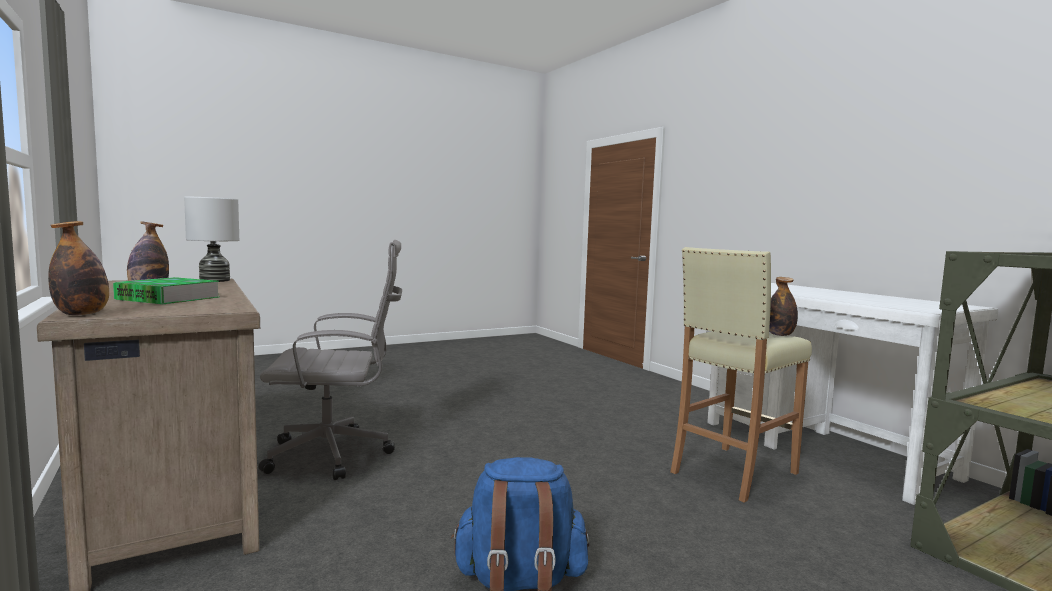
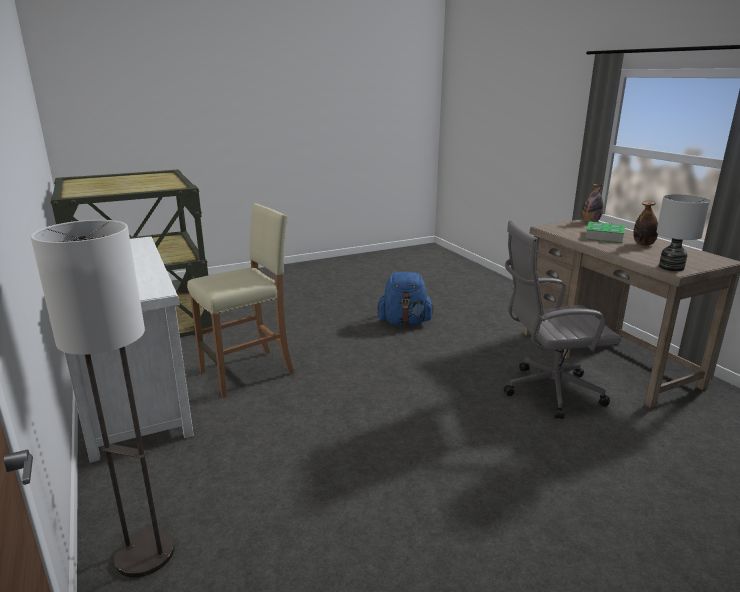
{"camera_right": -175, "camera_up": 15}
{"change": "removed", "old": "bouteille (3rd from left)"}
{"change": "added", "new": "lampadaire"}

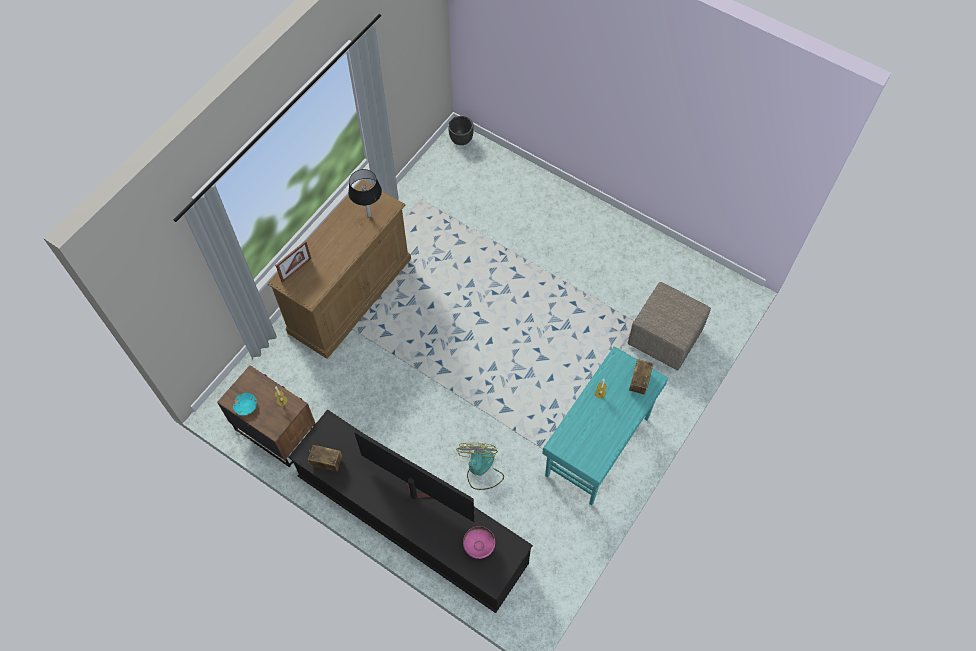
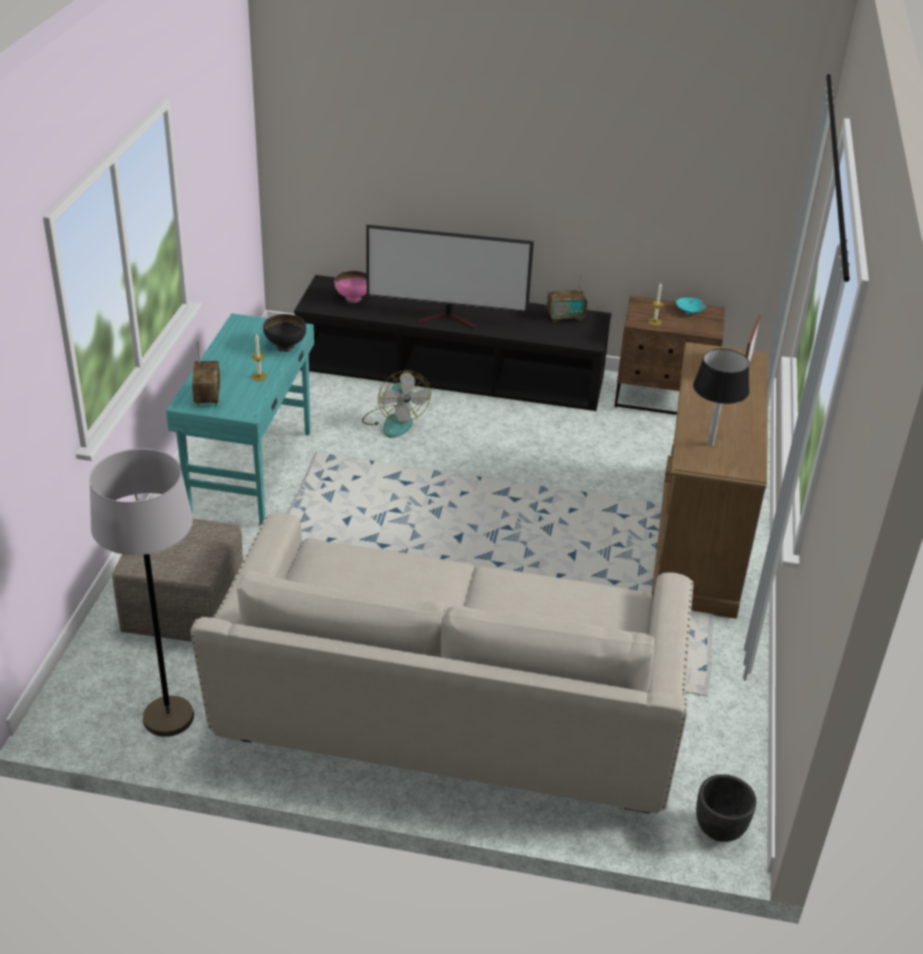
{"camera_right": 155, "camera_up": -25}
{"change": "added", "new": "lampadaire/gris"}
{"change": "added", "new": "canapé/beige"}
{"change": "added", "new": "bol/noir"}

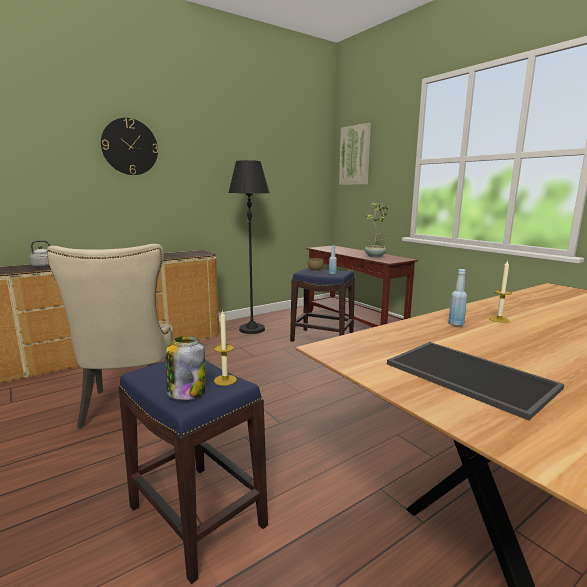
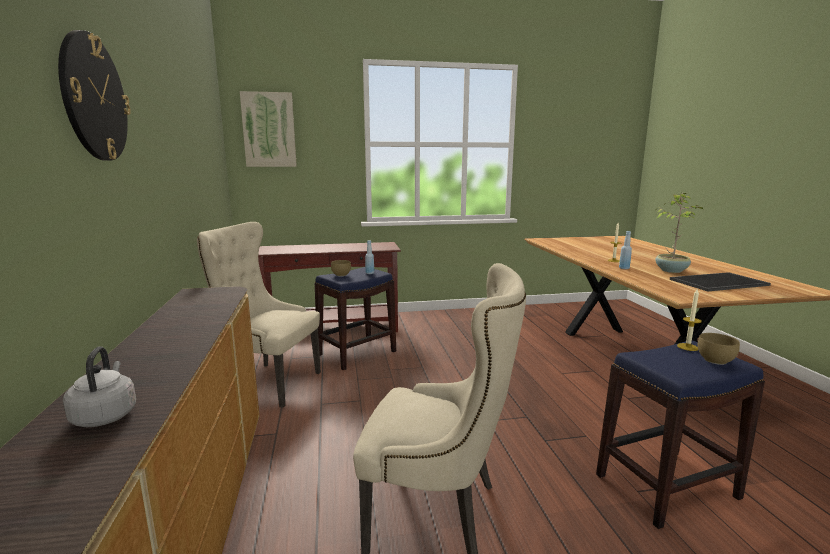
{"camera_right": -65, "camera_up": 0}
{"change": "moved", "old": "plante en pot"}
{"change": "replaced", "old": "bocal", "new": "bol/marron (2nd from left)"}
{"change": "replaced", "old": "lampadaire/noir", "new": "chaise/beige (1st from left)"}

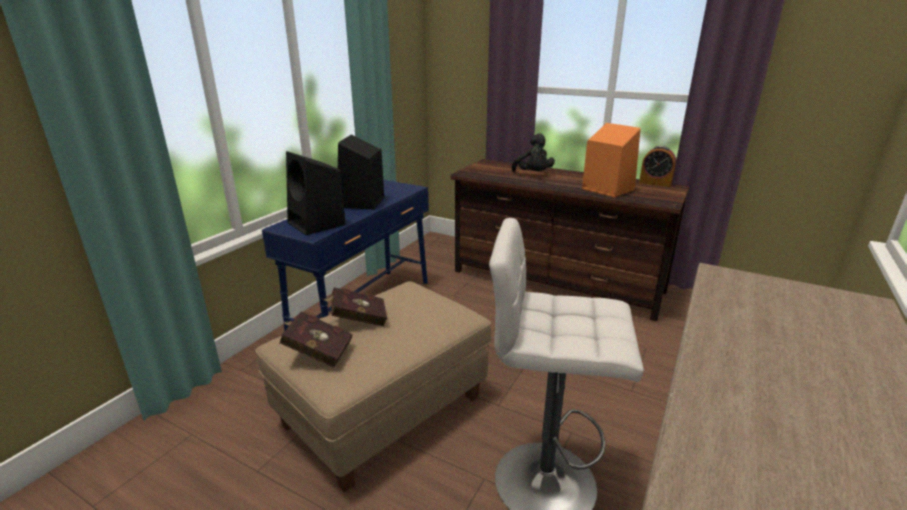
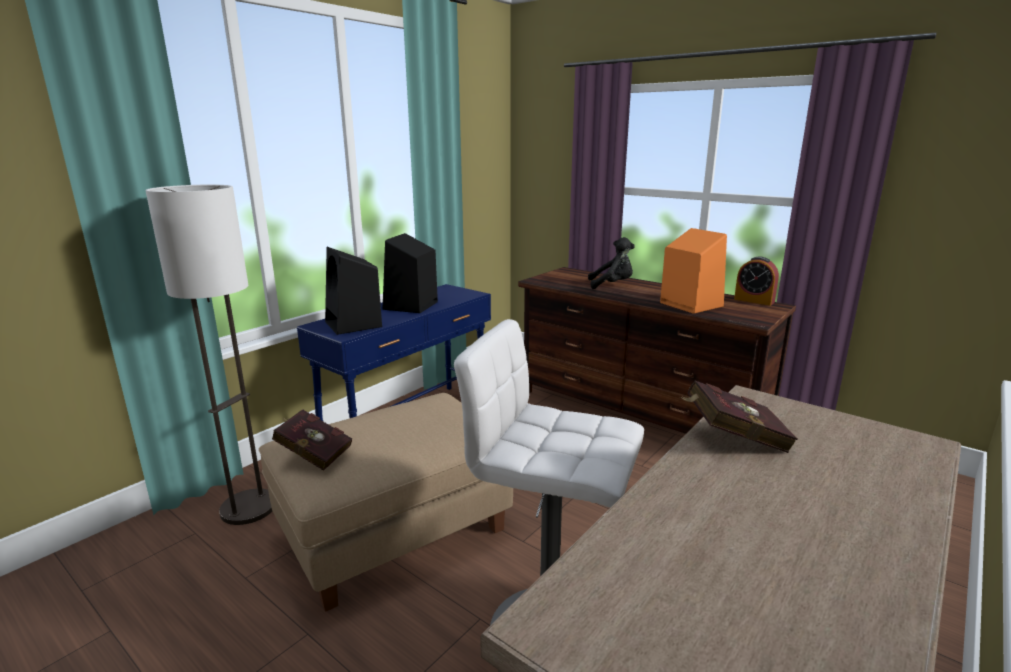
{"camera_right": 10, "camera_up": -5}
{"change": "added", "new": "lampadaire"}
{"change": "moved", "old": "livre/rouge (2nd from left)"}
{"change": "turned", "old": "peluche/noir", "degrees": -75}

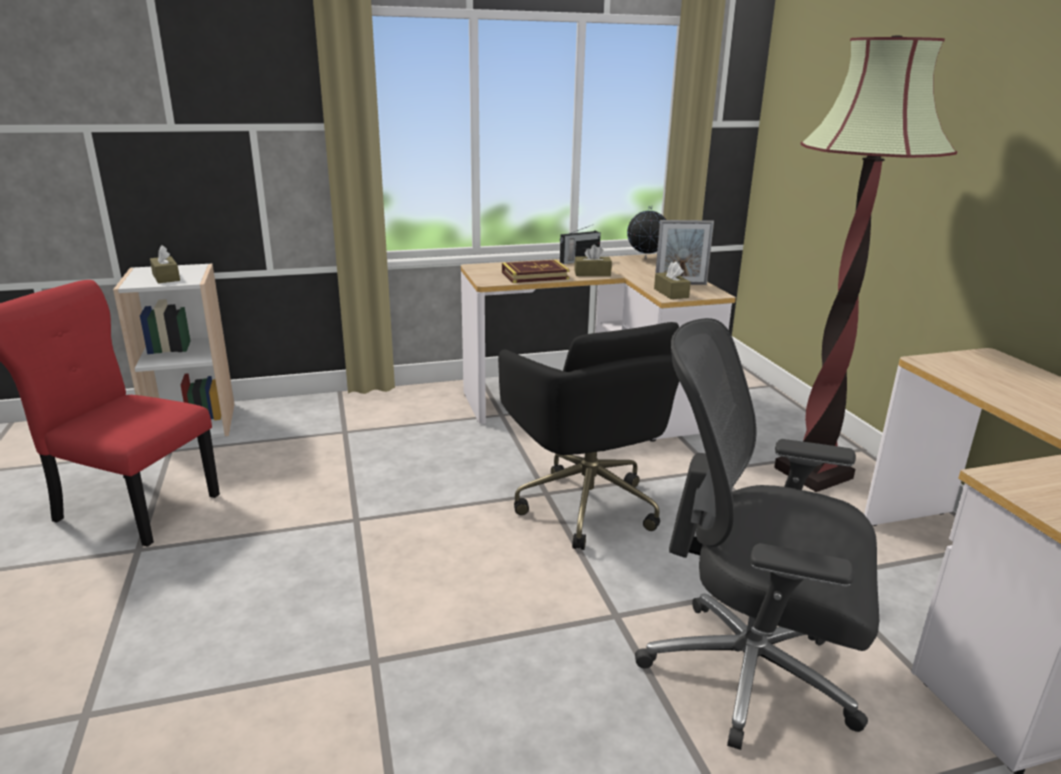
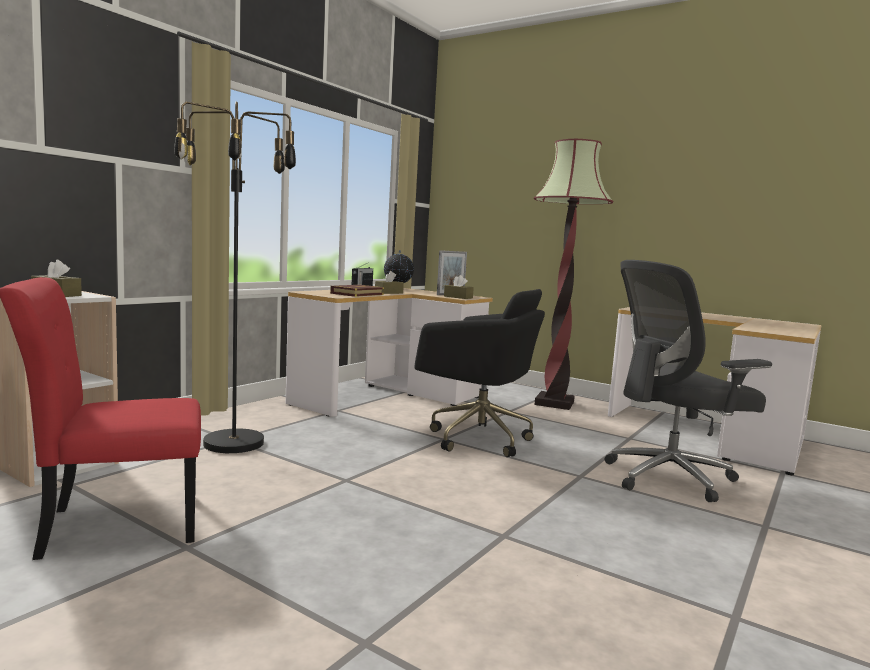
{"camera_right": -40, "camera_up": -15}
{"change": "added", "new": "lampadaire (1st from left)"}

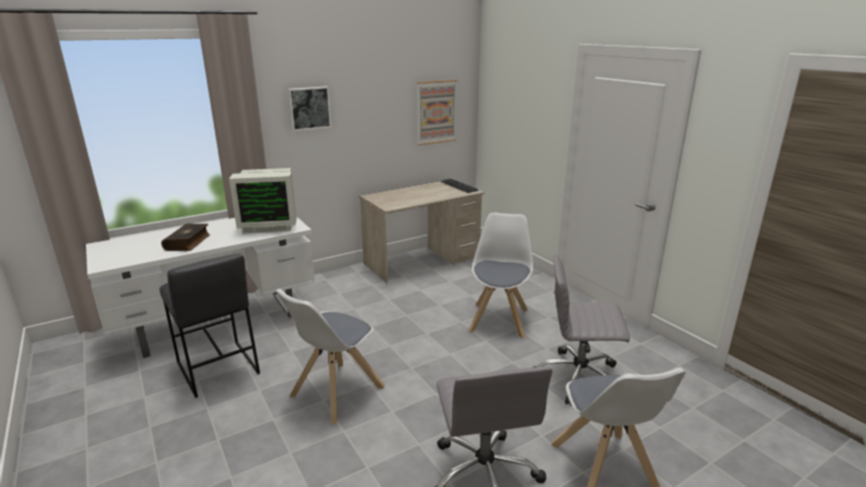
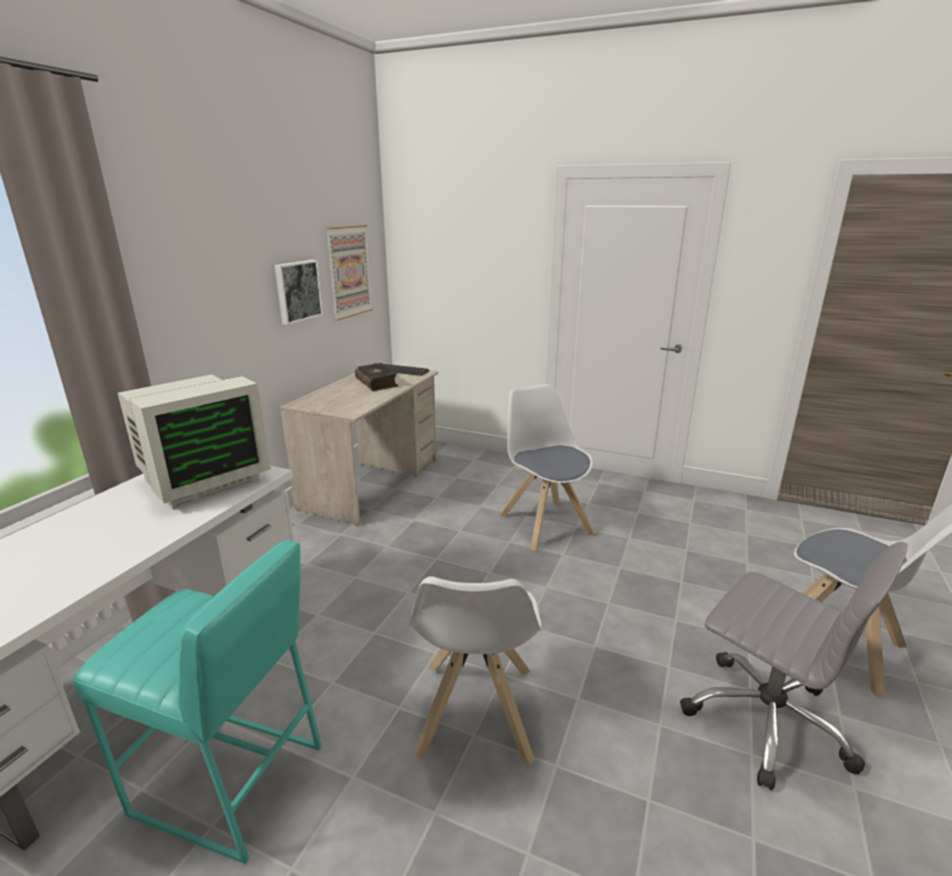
{"camera_right": -35, "camera_up": 0}
{"change": "removed", "old": "chaise de bureau/gris (2nd from left)"}
{"change": "moved", "old": "livre"}
{"change": "moved", "old": "tableau (1st from left)"}
{"change": "recoloured", "old": "tabouret/gris", "new": "tabouret/turquoise"}

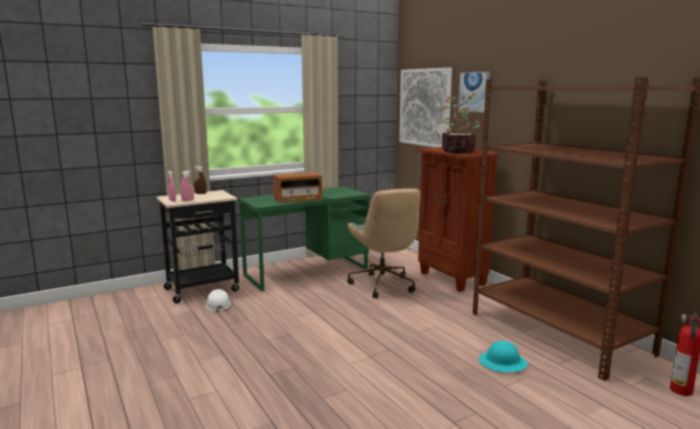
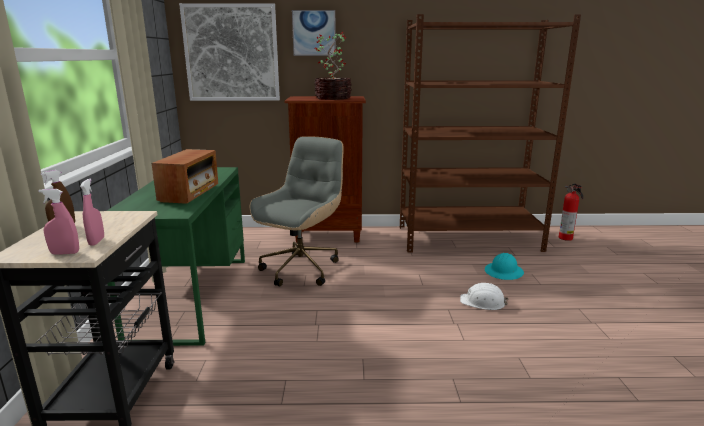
{"camera_right": -60, "camera_up": 5}
{"change": "moved", "old": "casque de chantier/blanc"}
{"change": "turned", "old": "chaise de bureau/gris", "degrees": -75}

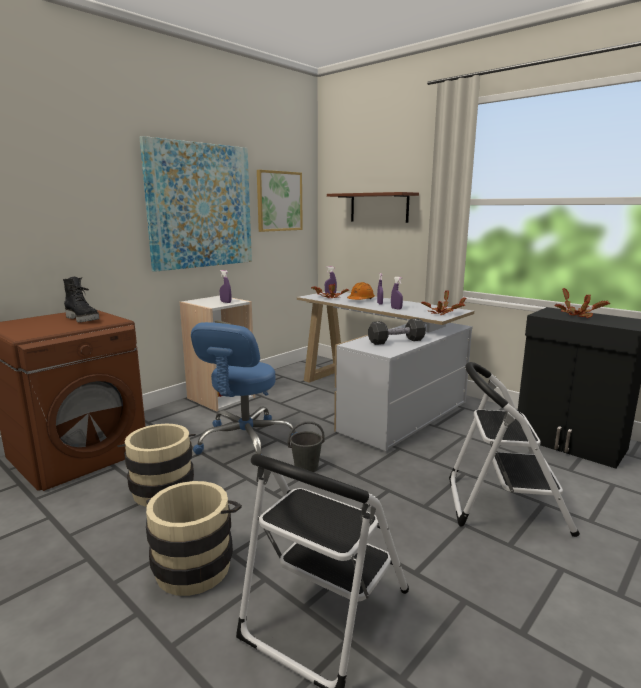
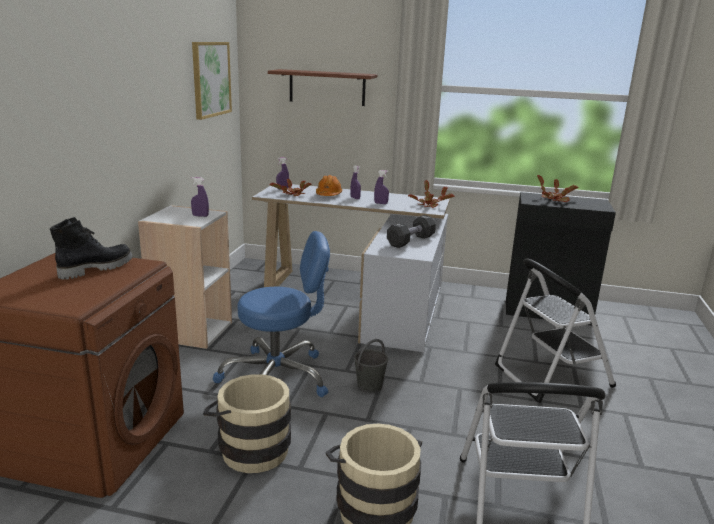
{"camera_right": -30, "camera_up": 5}
{"change": "removed", "old": "tableau (1st from left)"}
{"change": "turned", "old": "botte/noir", "degrees": -60}
{"change": "turned", "old": "chaise de bureau/bleu", "degrees": -90}

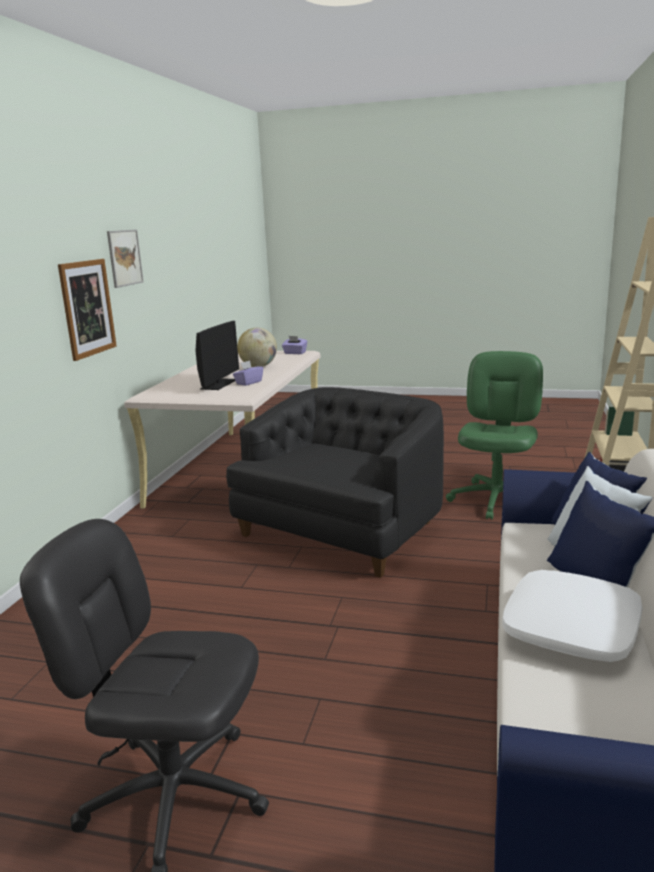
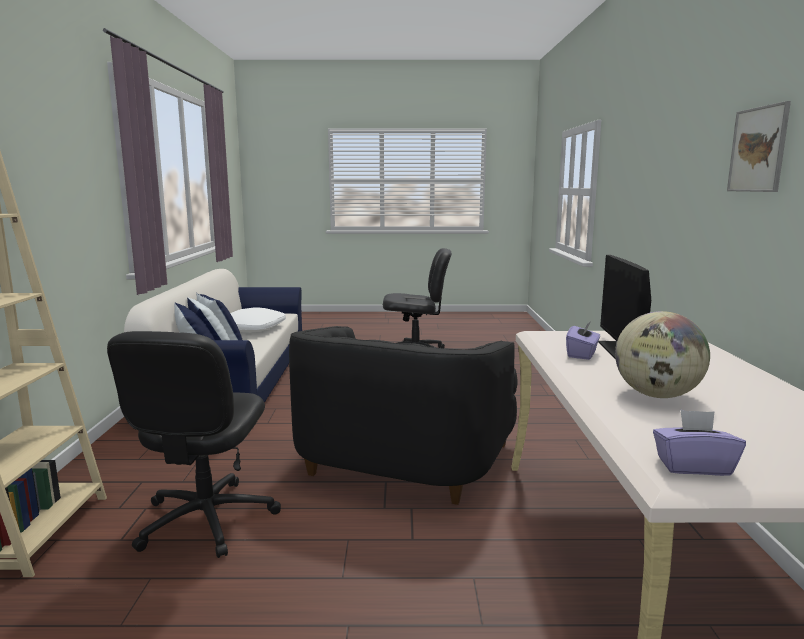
{"camera_right": 165, "camera_up": -5}
{"change": "removed", "old": "tableau (1st from left)"}
{"change": "recoloured", "old": "chaise de bureau/vert", "new": "chaise de bureau/noir (1st from left)"}

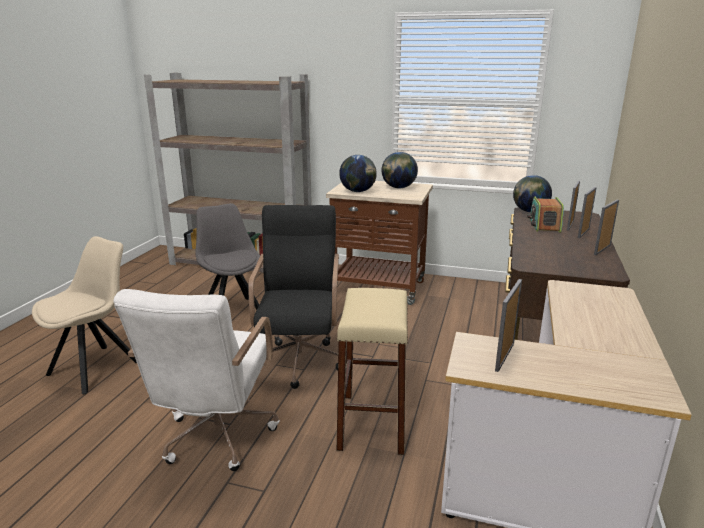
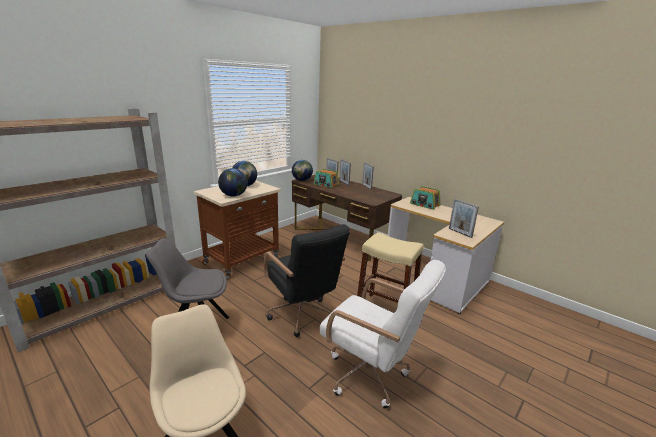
{"camera_right": -65, "camera_up": 0}
{"change": "added", "new": "radio (2nd from left)"}
{"change": "turned", "old": "chaise de bureau/noir", "degrees": -150}

